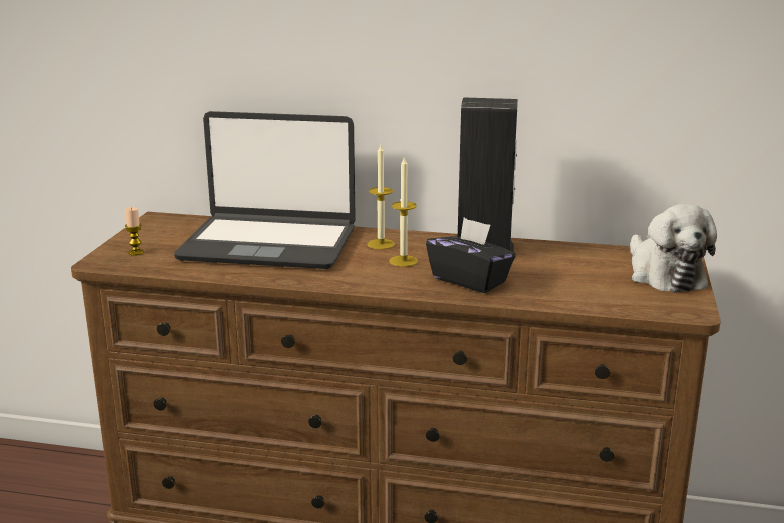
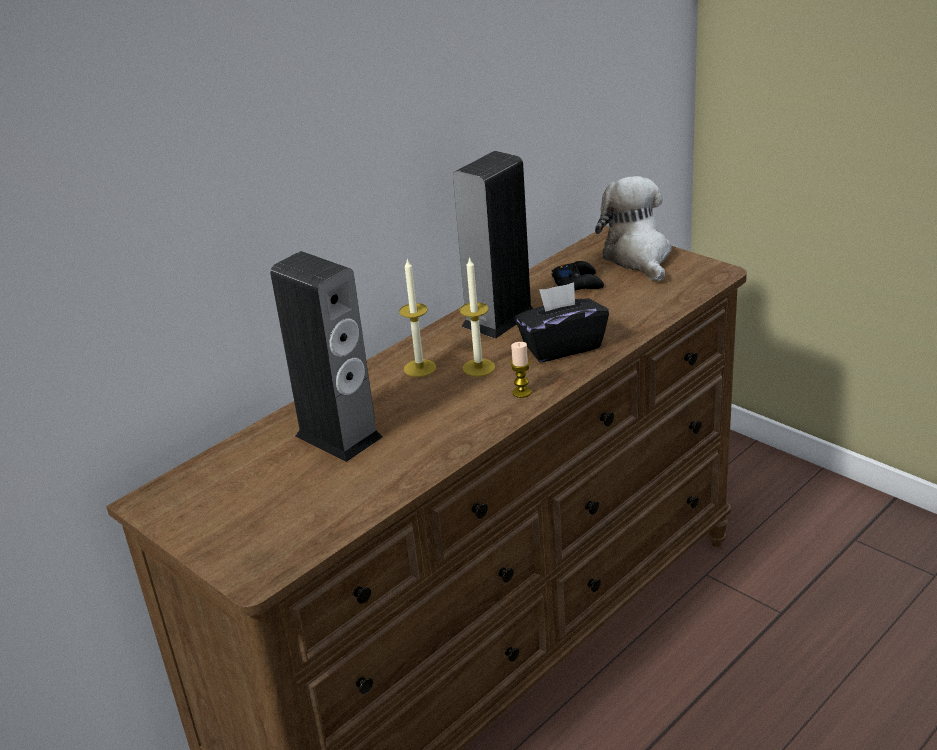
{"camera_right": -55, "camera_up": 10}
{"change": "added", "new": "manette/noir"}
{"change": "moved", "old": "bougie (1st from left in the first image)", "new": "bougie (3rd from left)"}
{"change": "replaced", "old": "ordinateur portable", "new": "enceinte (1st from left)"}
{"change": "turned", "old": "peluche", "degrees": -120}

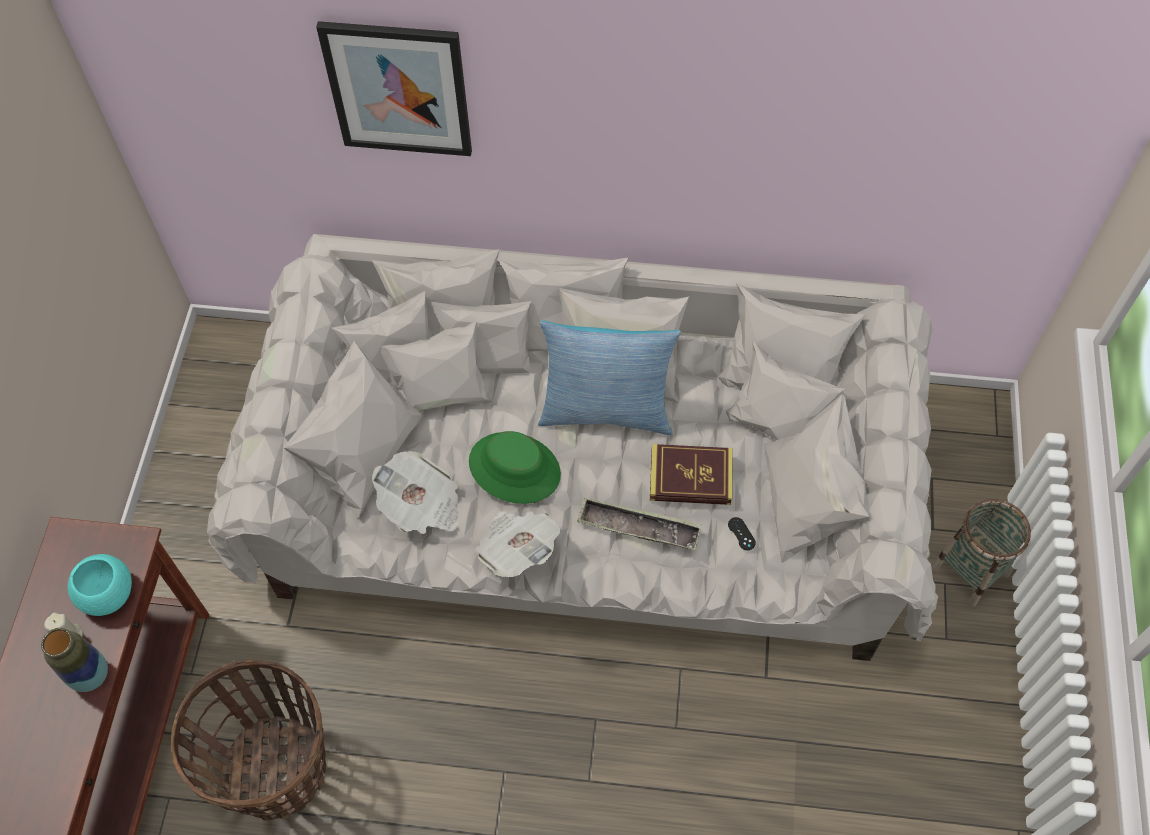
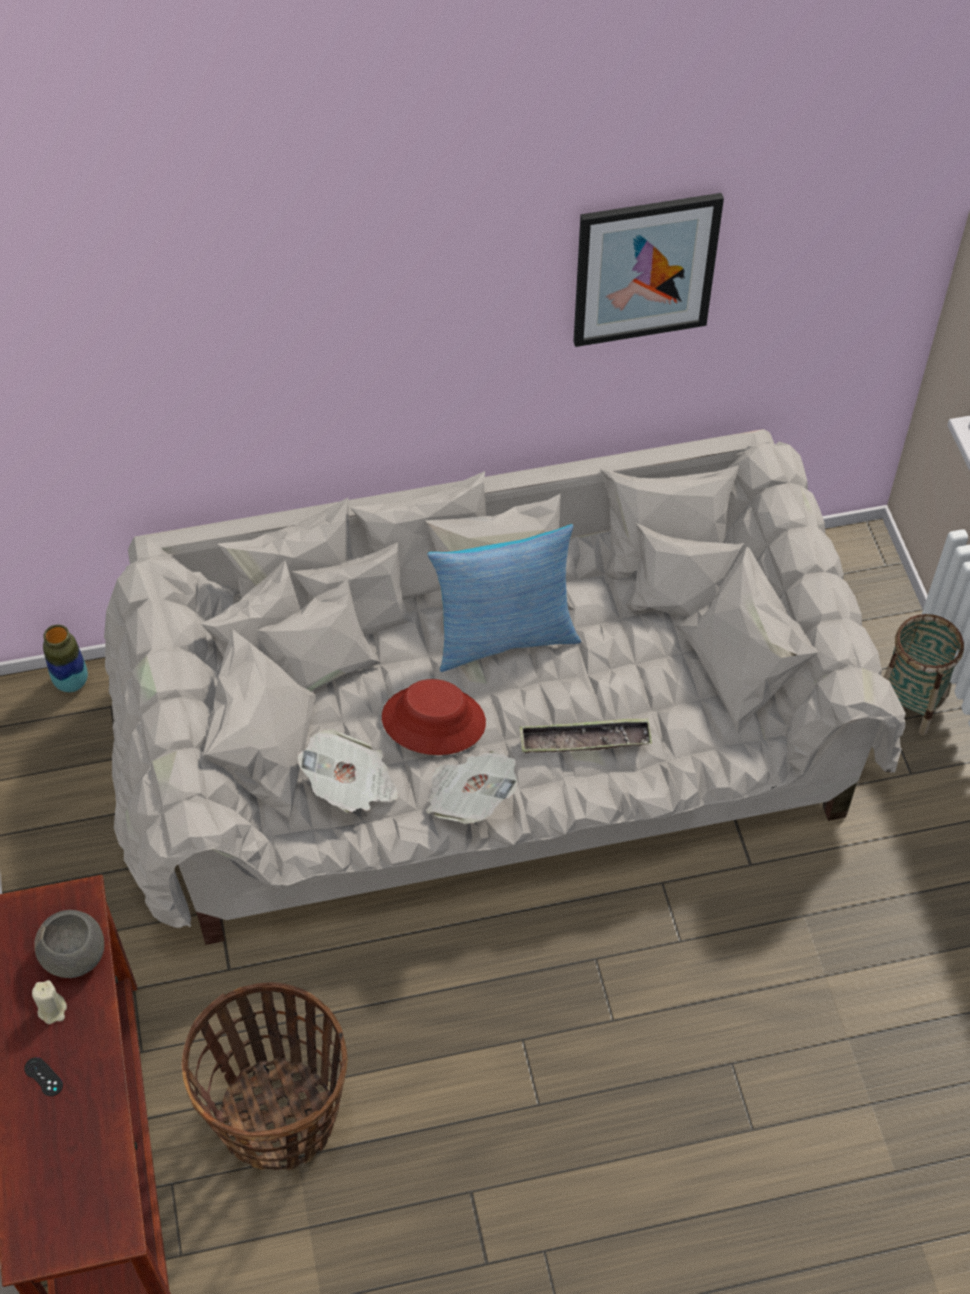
{"camera_right": -20, "camera_up": -5}
{"change": "removed", "old": "livre"}
{"change": "moved", "old": "vase"}
{"change": "moved", "old": "tableau"}
{"change": "moved", "old": "manette/noir"}
{"change": "recoloured", "old": "bol/turquoise", "new": "bol/gris"}
{"change": "recoloured", "old": "chapeau/vert", "new": "chapeau/rouge"}

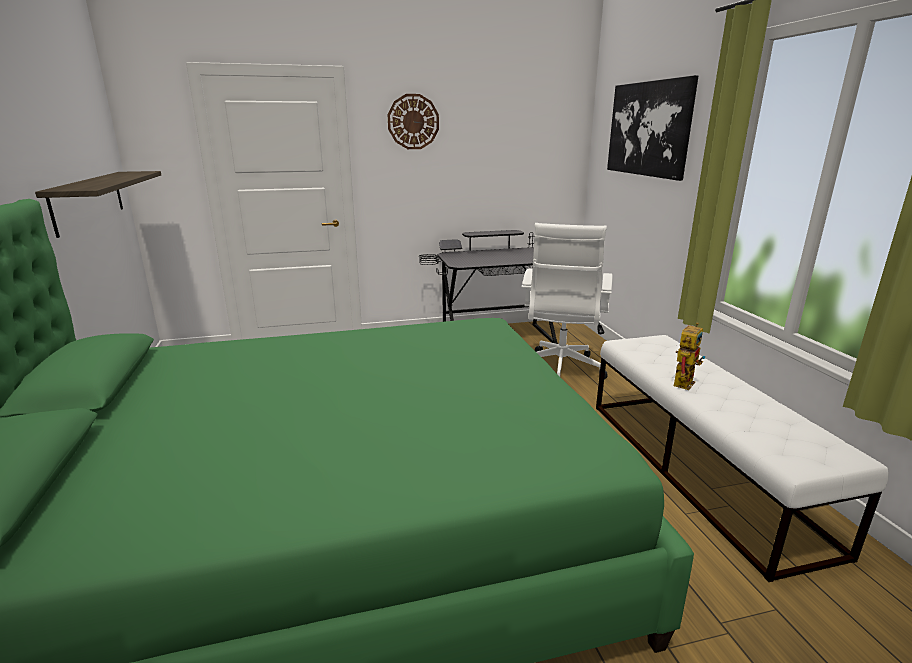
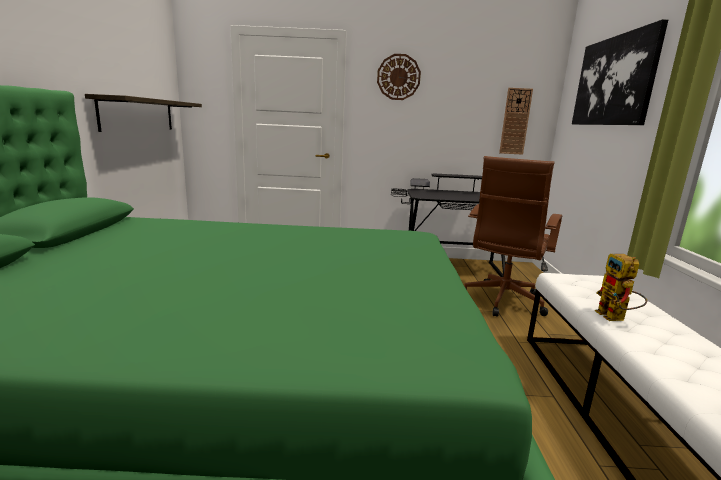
{"camera_right": 15, "camera_up": -5}
{"change": "added", "new": "horloge murale (2nd from left)"}
{"change": "recoloured", "old": "chaise de bureau/blanc", "new": "chaise de bureau/marron"}
{"change": "turned", "old": "robot jouet", "degrees": 120}

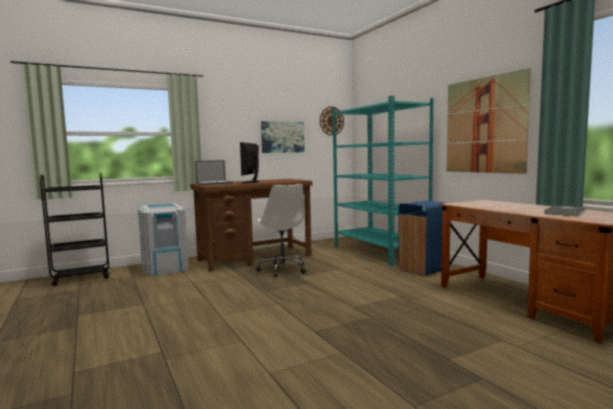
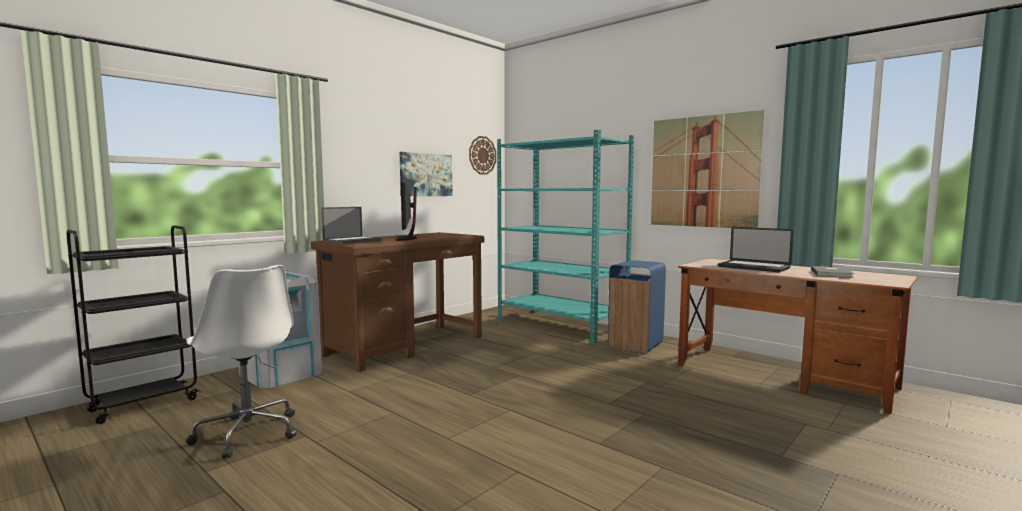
{"camera_right": -20, "camera_up": 0}
{"change": "added", "new": "ordinateur portable (2nd from left)"}
{"change": "moved", "old": "chaise de bureau/blanc"}

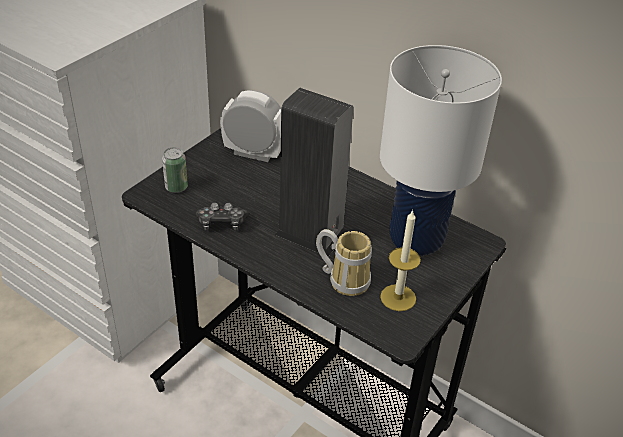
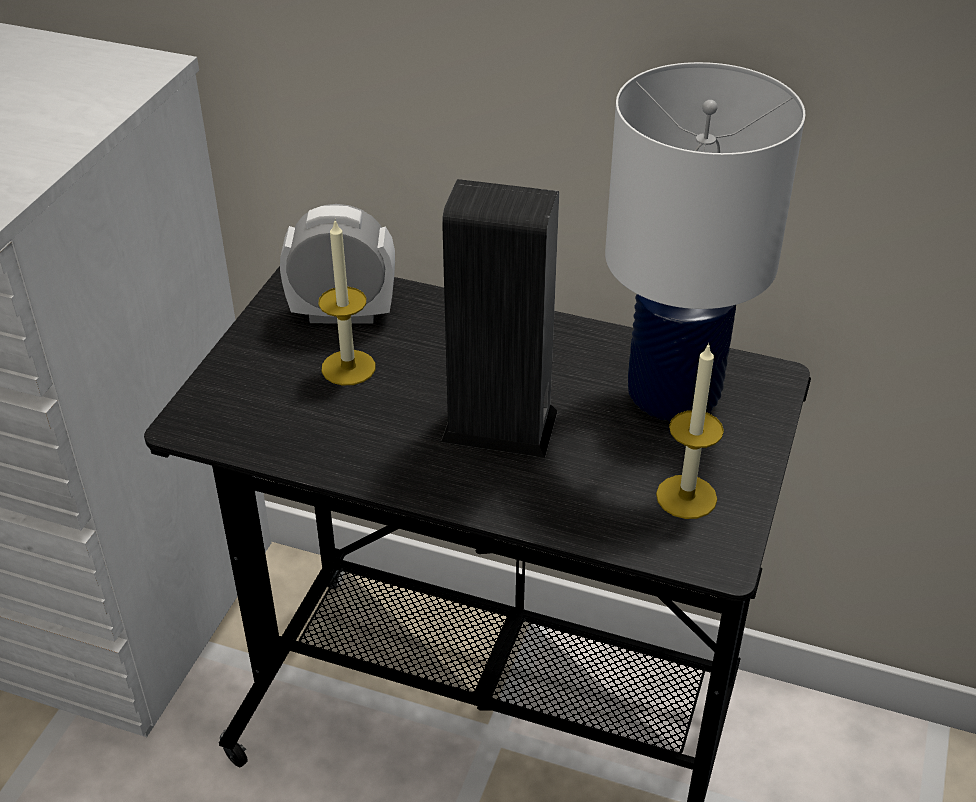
{"camera_right": -15, "camera_up": 0}
{"change": "removed", "old": "boîte métallique"}
{"change": "removed", "old": "manette"}
{"change": "removed", "old": "mug"}
{"change": "added", "new": "bougie (1st from left)"}

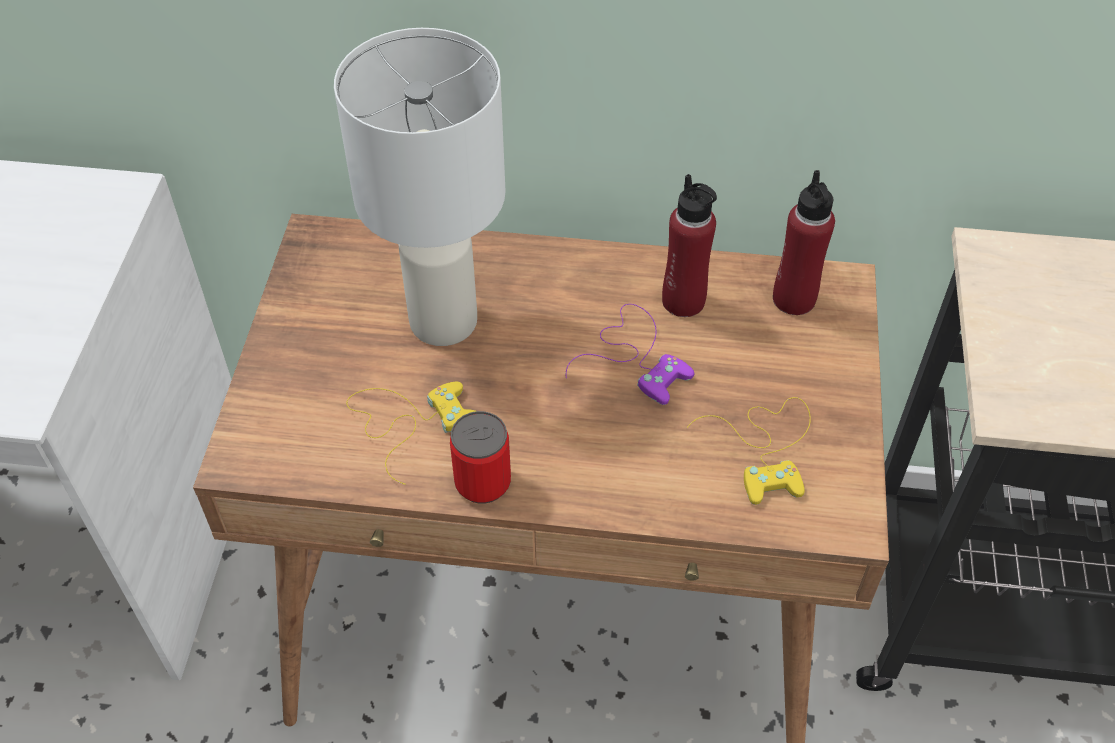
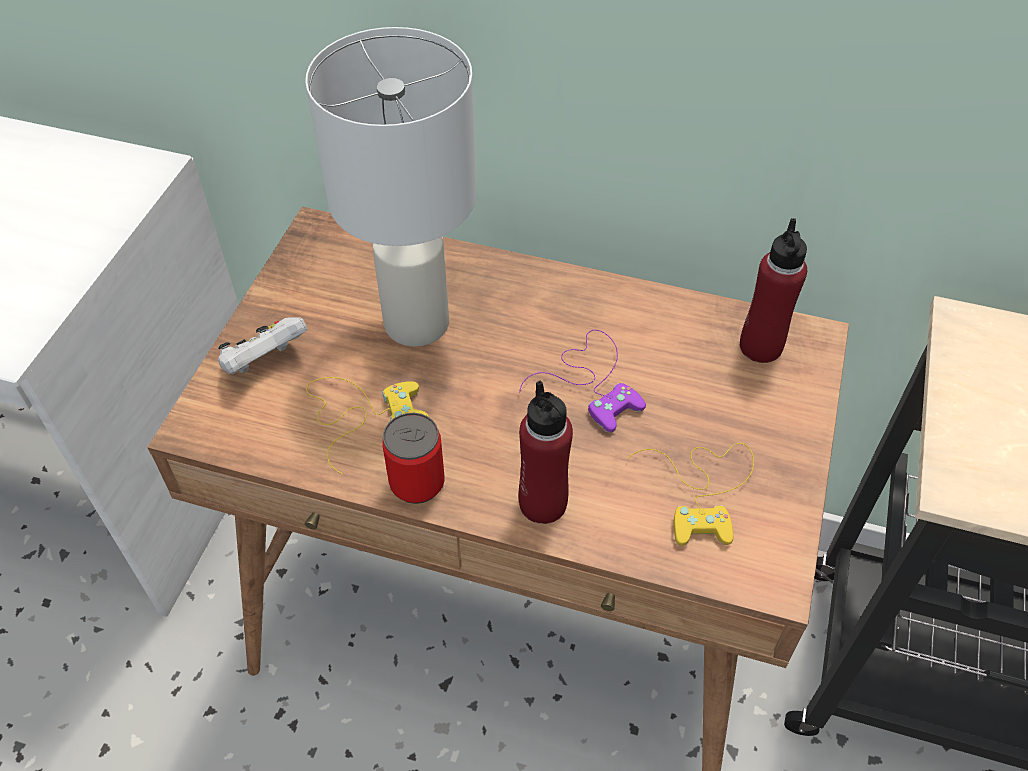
{"camera_right": 10, "camera_up": 0}
{"change": "added", "new": "manette/blanc"}
{"change": "moved", "old": "bouteille/rouge (1st from left)"}

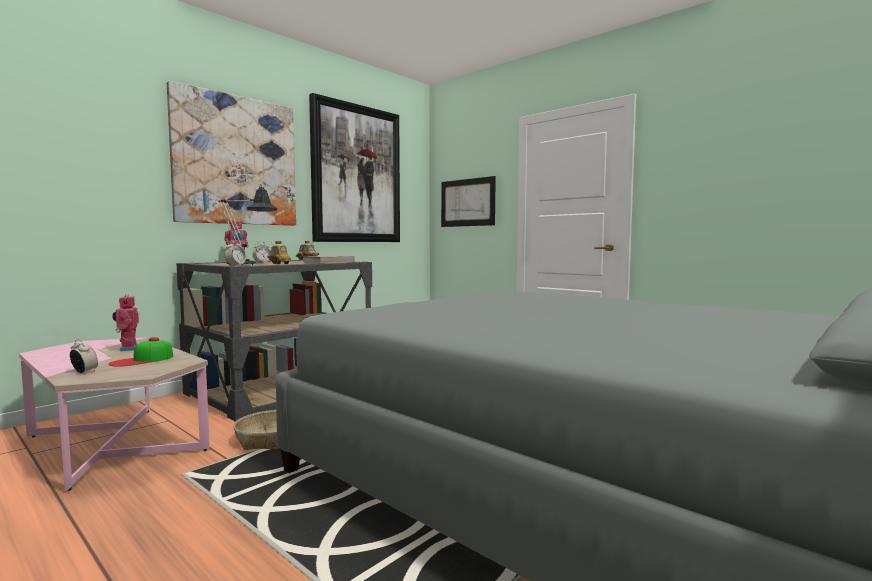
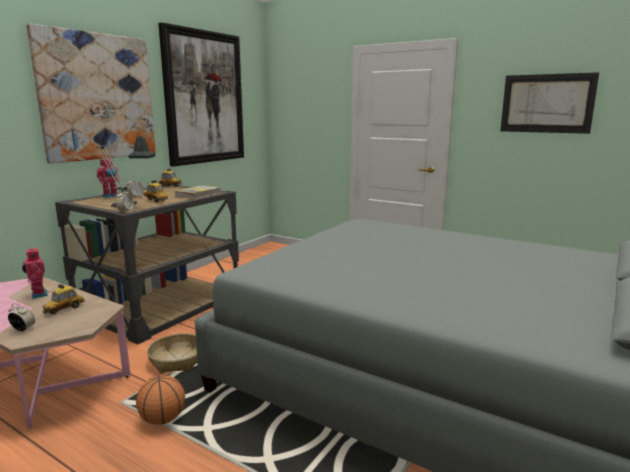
{"camera_right": -10, "camera_up": 10}
{"change": "added", "new": "ballon de basket"}
{"change": "moved", "old": "tableau (3rd from left)"}
{"change": "replaced", "old": "casquette", "new": "petite voiture (1st from left)"}

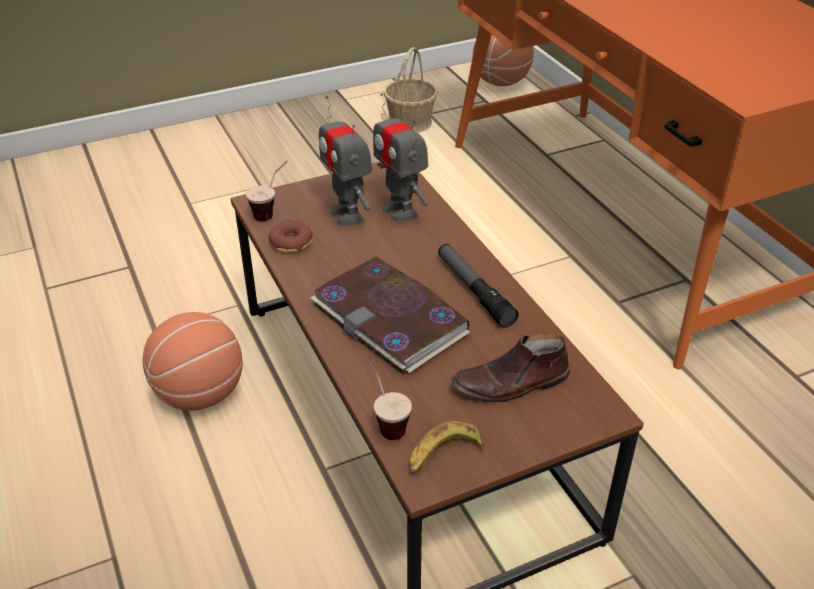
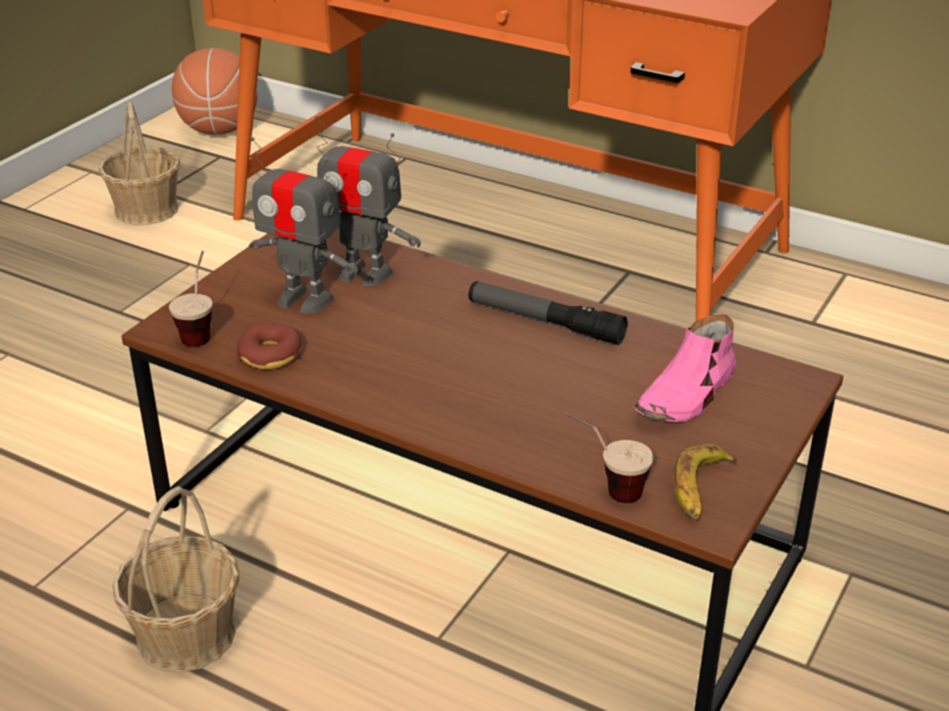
{"camera_right": -35, "camera_up": -5}
{"change": "removed", "old": "livre"}
{"change": "replaced", "old": "ballon de basket (1st from left)", "new": "panier (2nd from left)"}
{"change": "recoloured", "old": "chaussure/marron", "new": "chaussure/rose"}

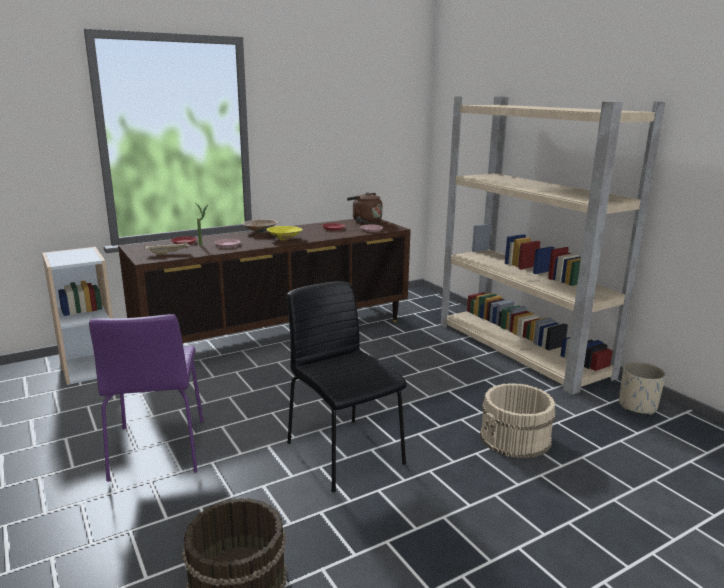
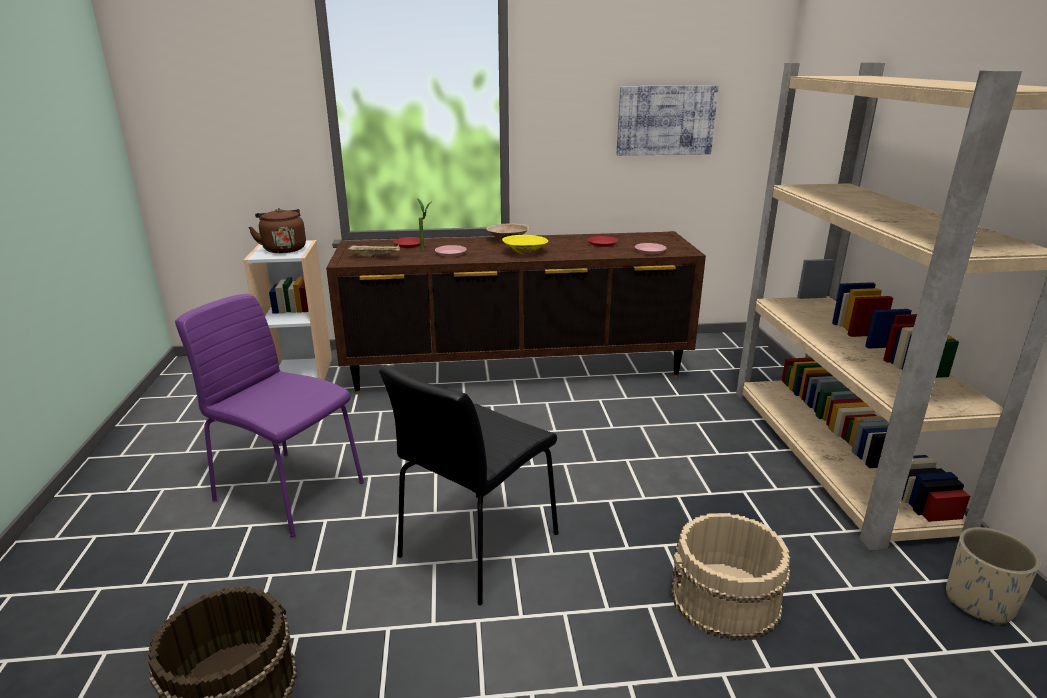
{"camera_right": 25, "camera_up": 5}
{"change": "added", "new": "tableau"}
{"change": "moved", "old": "bouilloire/marron"}
{"change": "turned", "old": "chaise/violet", "degrees": 105}
{"change": "turned", "old": "chaise/noir", "degrees": -135}

